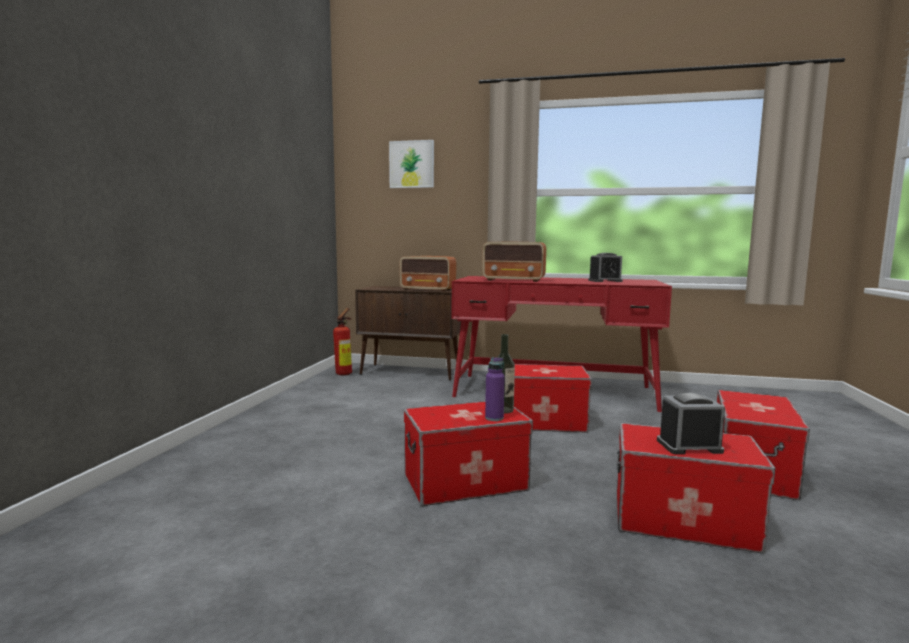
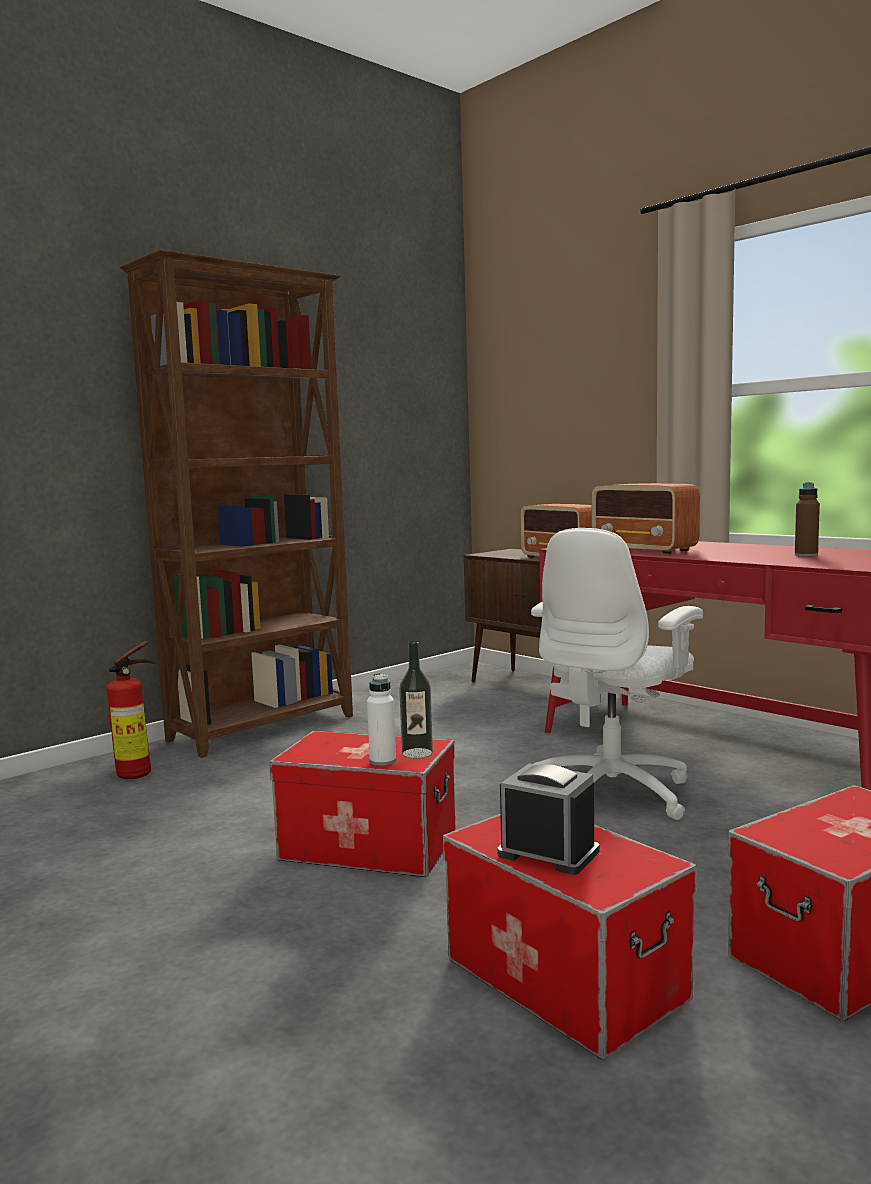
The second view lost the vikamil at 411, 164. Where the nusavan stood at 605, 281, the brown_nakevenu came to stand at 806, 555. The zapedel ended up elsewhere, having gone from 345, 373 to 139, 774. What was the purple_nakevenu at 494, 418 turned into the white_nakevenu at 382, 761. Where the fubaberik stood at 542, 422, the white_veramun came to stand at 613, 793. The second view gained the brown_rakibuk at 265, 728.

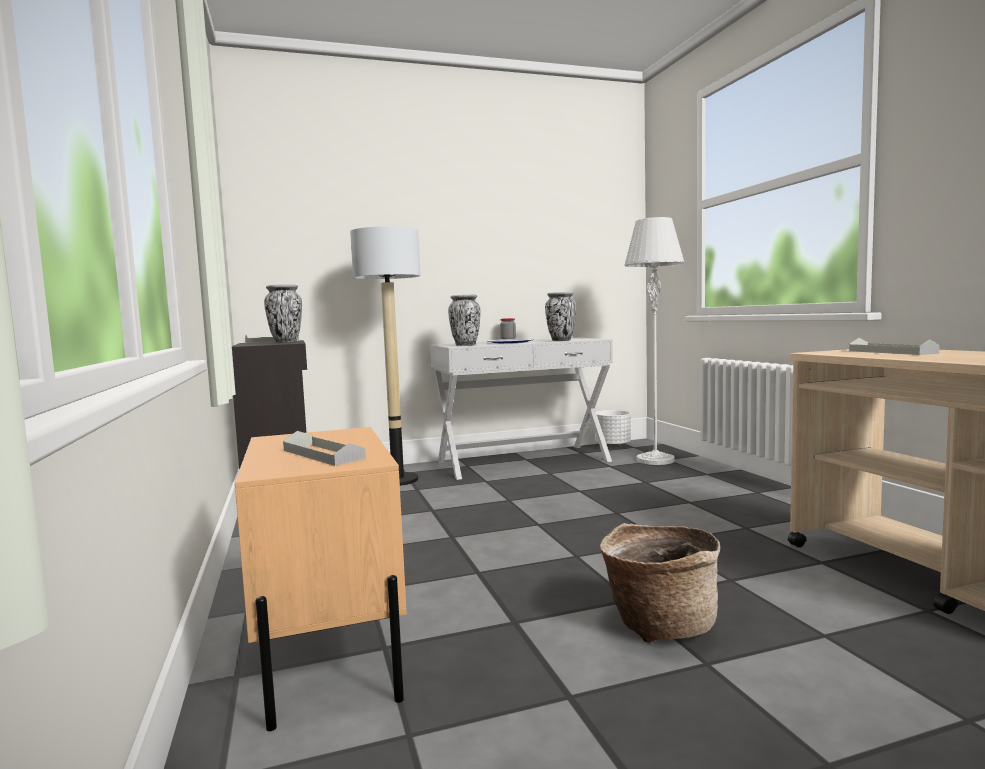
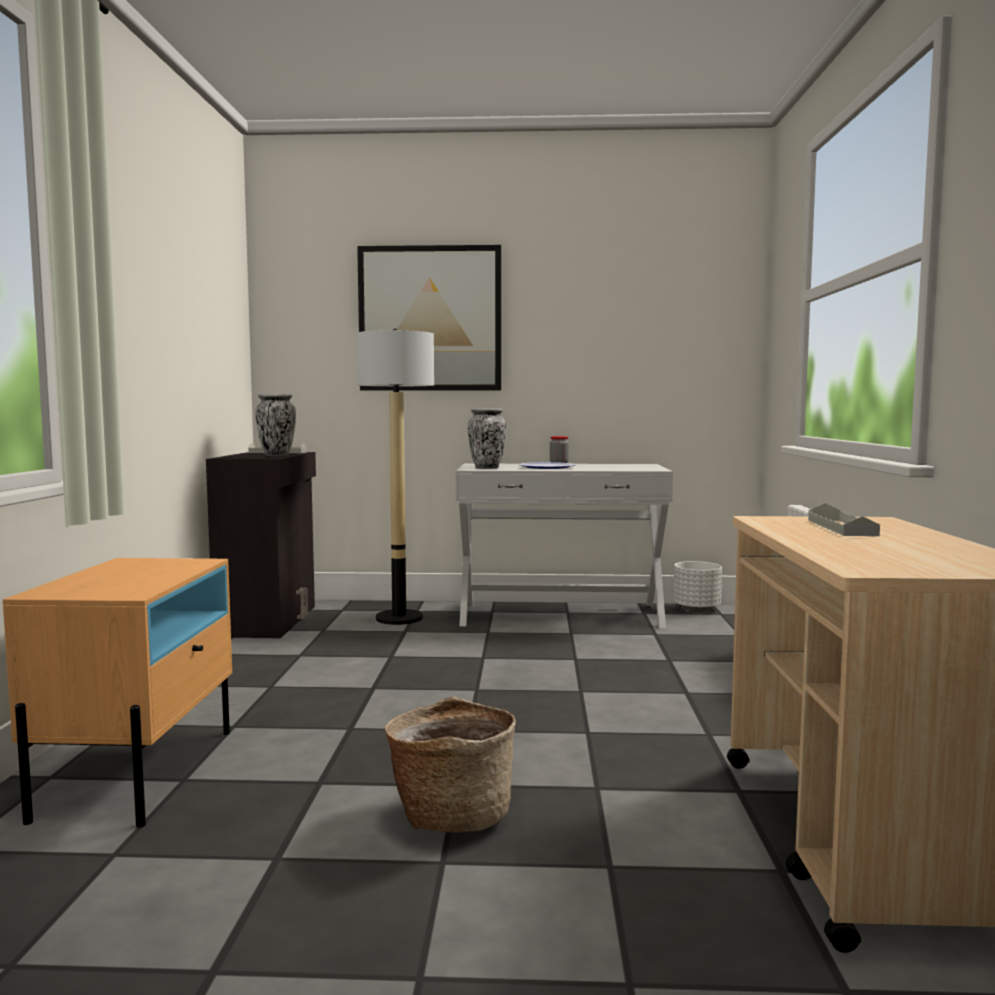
The second view lost the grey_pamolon at 655, 460. The second view lost the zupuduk at 561, 340. The second view lost the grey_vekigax at 323, 454. The second view gained the vikamil at 430, 319.

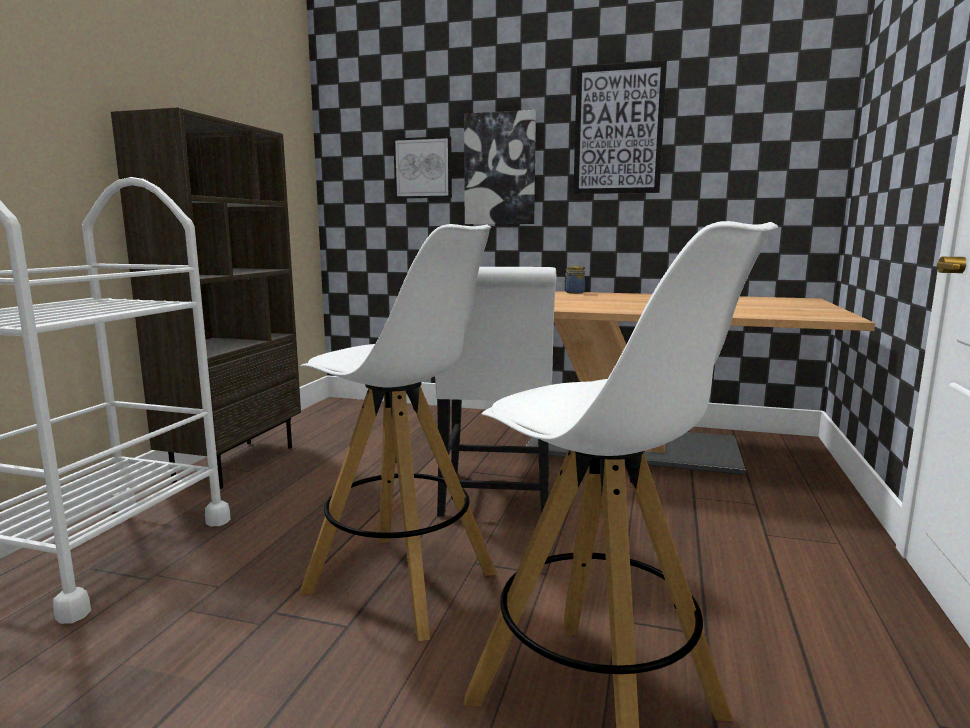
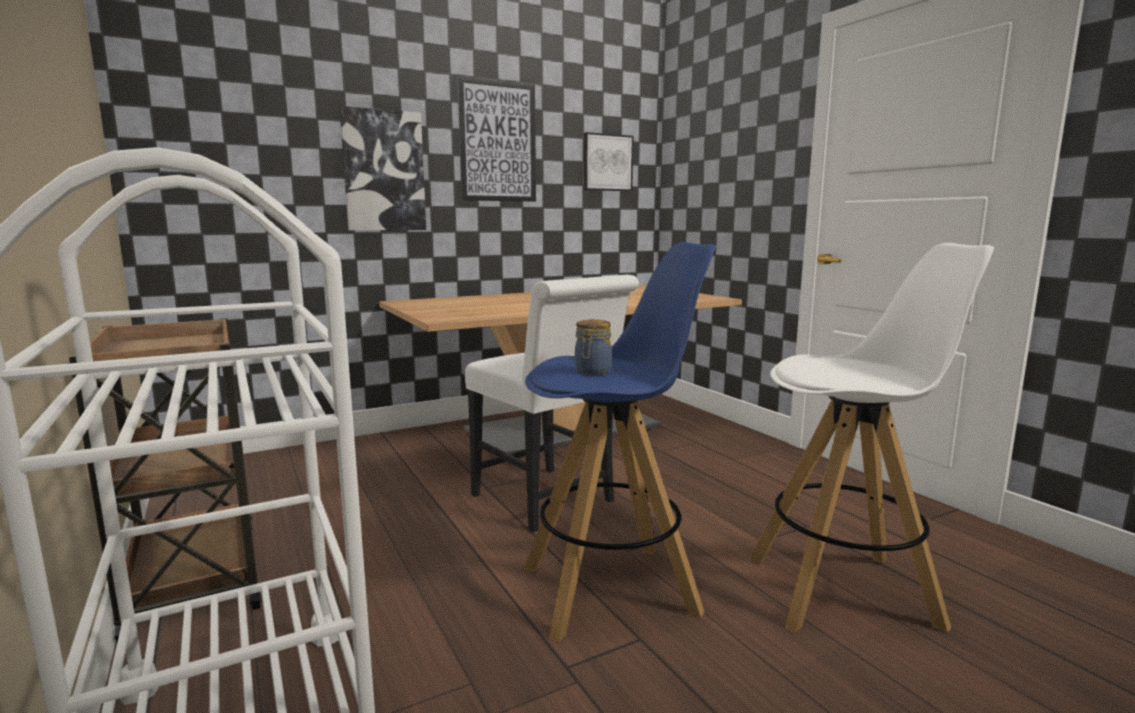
Where the brown_rakibuk stood at 235, 463, the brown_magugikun came to stand at 194, 577. The vikamil ended up elsewhere, having gone from 423, 168 to 607, 162. What was the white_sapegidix at 403, 583 turned into the blue_sapegidix at 611, 589. The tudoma ended up elsewhere, having gone from 574, 292 to 592, 371.

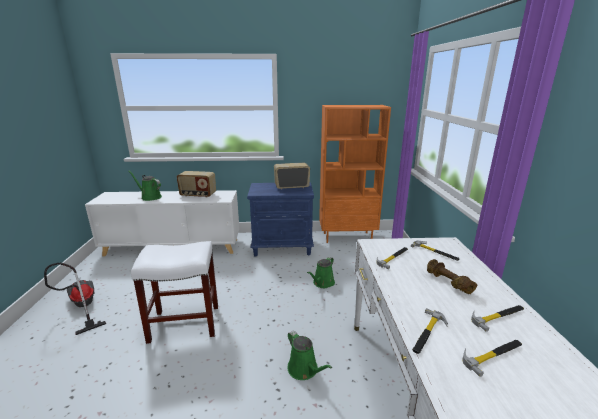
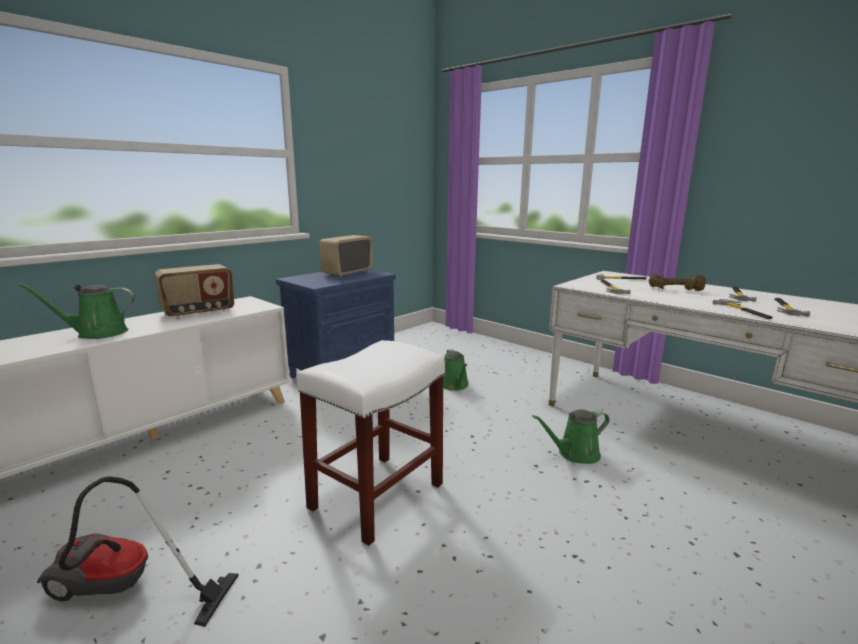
The second view lost the orange_rakibuk at 347, 237. The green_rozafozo at 304, 370 ended up facing another way, 150 degrees clockwise from before.

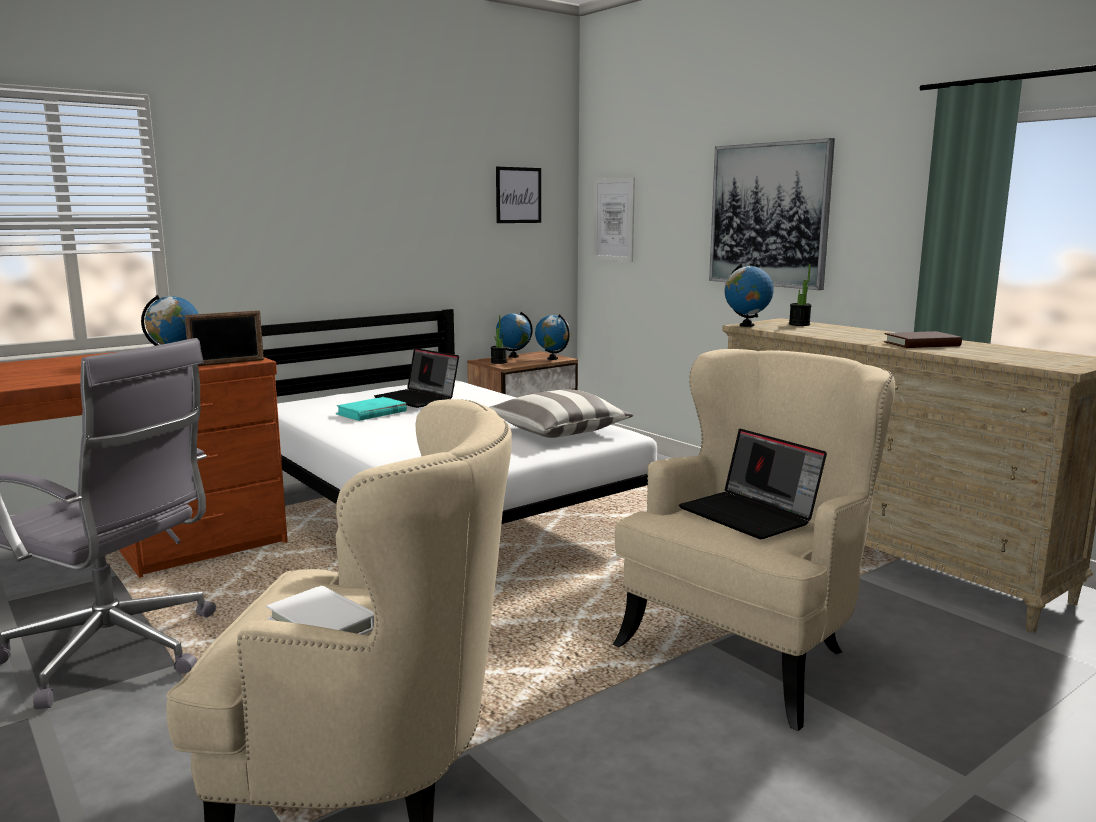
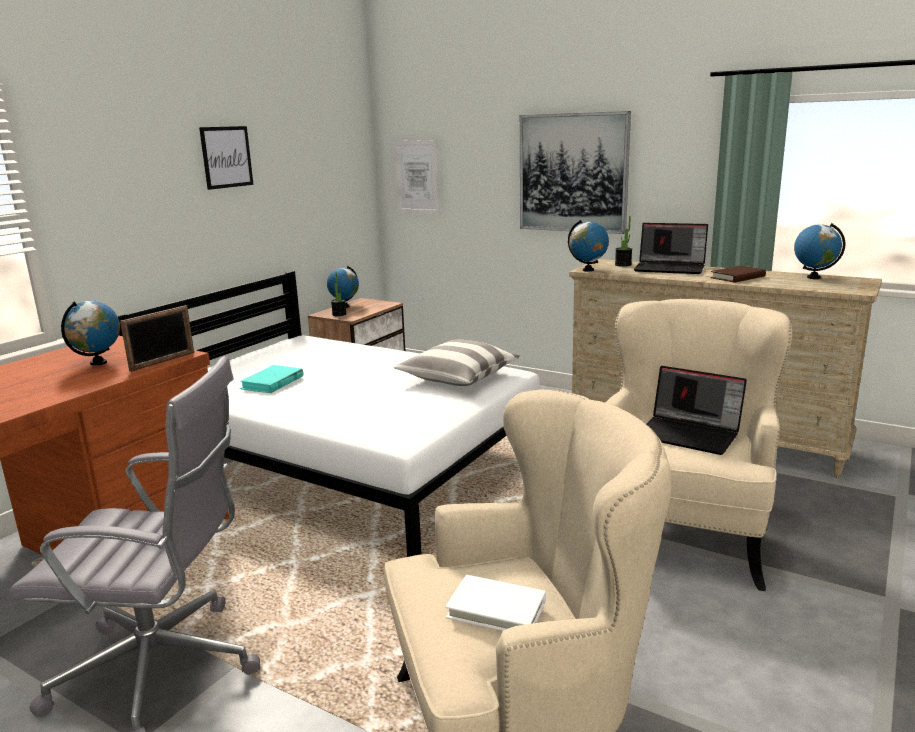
The vikamil ended up elsewhere, having gone from 518, 195 to 226, 157. The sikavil ended up elsewhere, having gone from 552, 358 to 813, 277. The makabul ended up elsewhere, having gone from 418, 399 to 671, 268.

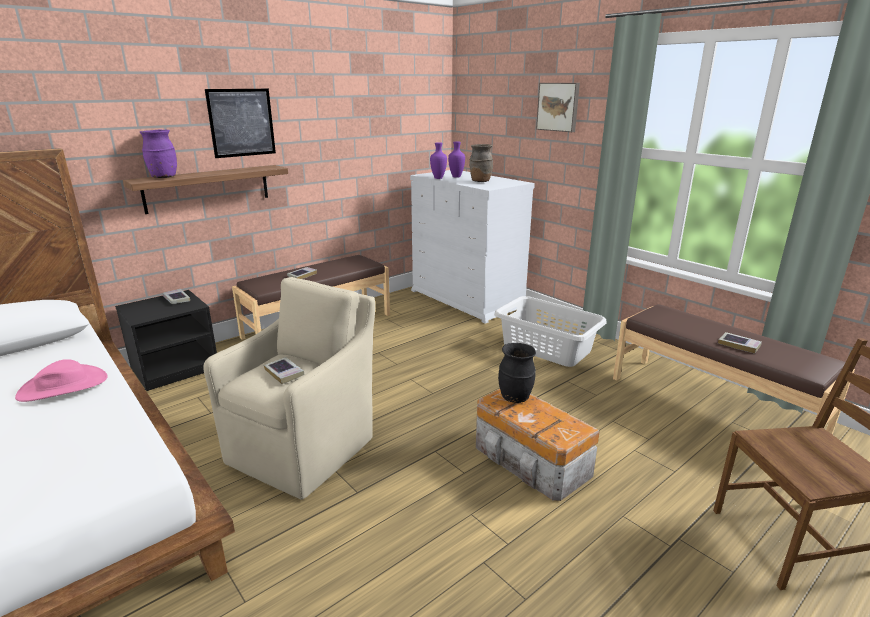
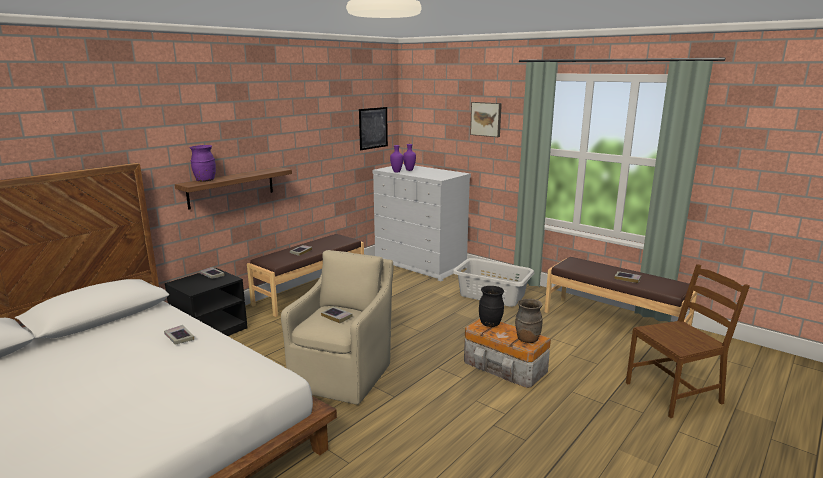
The vikamil ended up elsewhere, having gone from 241, 122 to 373, 128. The brown_zupuduk ended up elsewhere, having gone from 480, 181 to 527, 339. Where the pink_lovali stood at 63, 386, the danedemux came to stand at 179, 337.

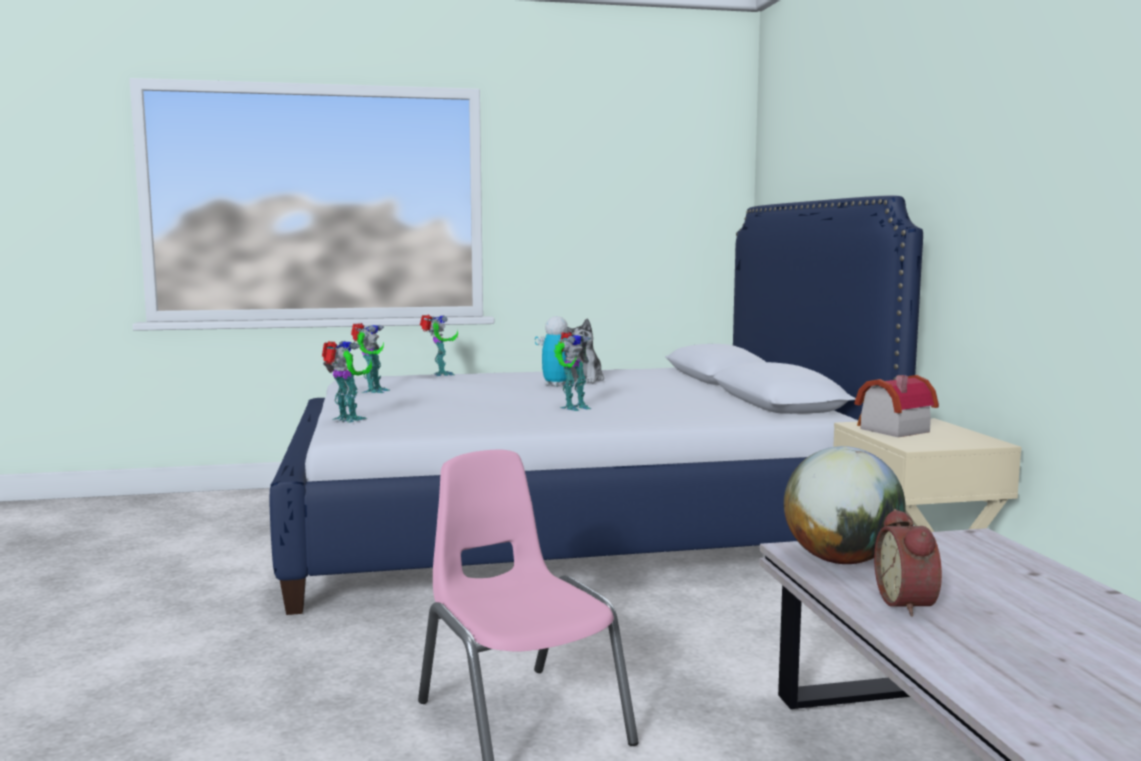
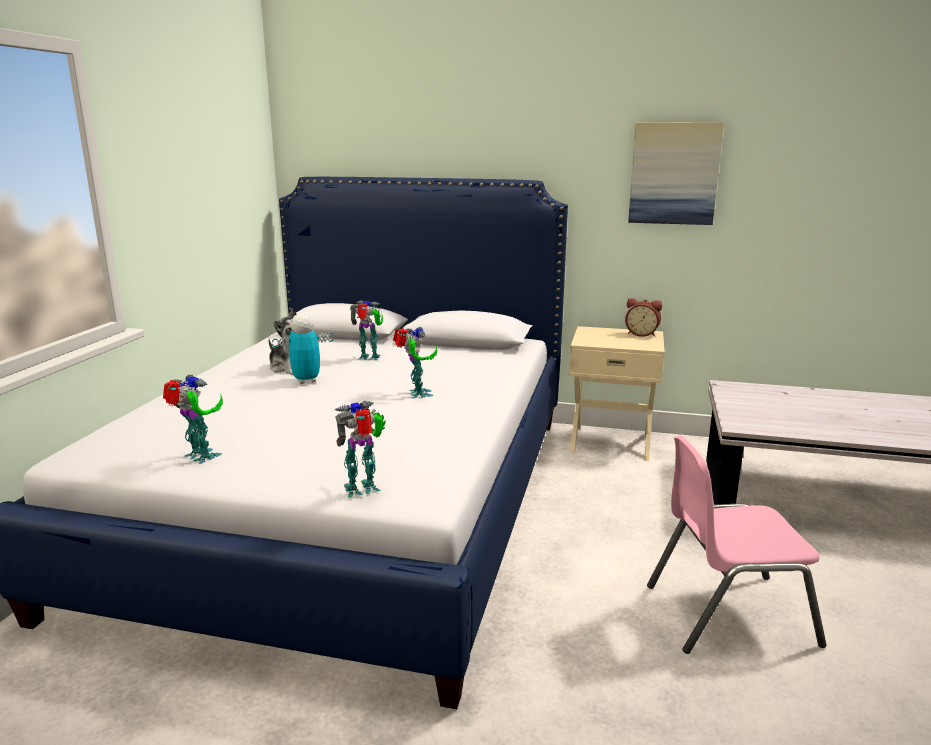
The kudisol ended up elsewhere, having gone from 440, 374 to 370, 358. The second view lost the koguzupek at 890, 430. The second view lost the sikavil at 841, 560. The nusavan ended up elsewhere, having gone from 909, 603 to 642, 334. The second view gained the vikamil at 674, 173.

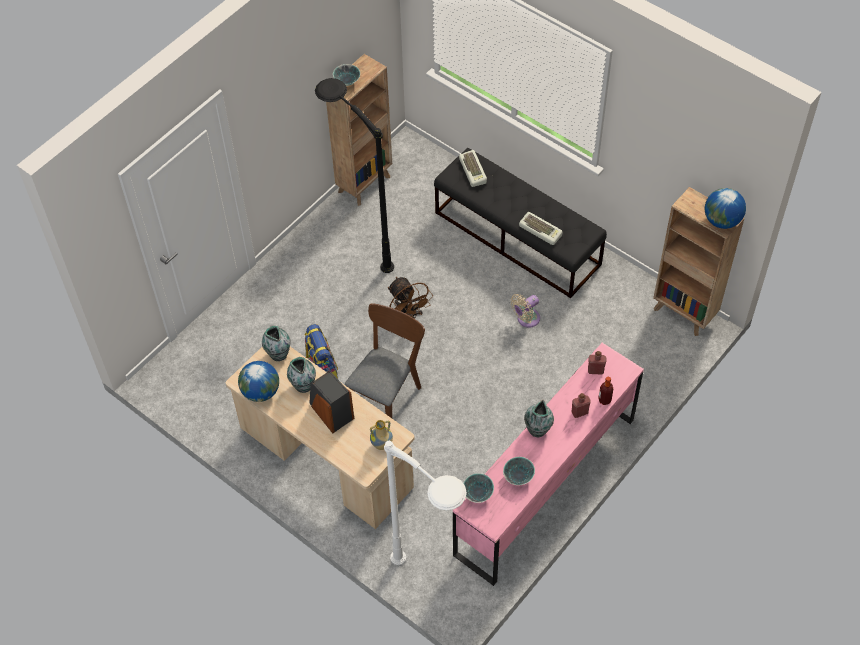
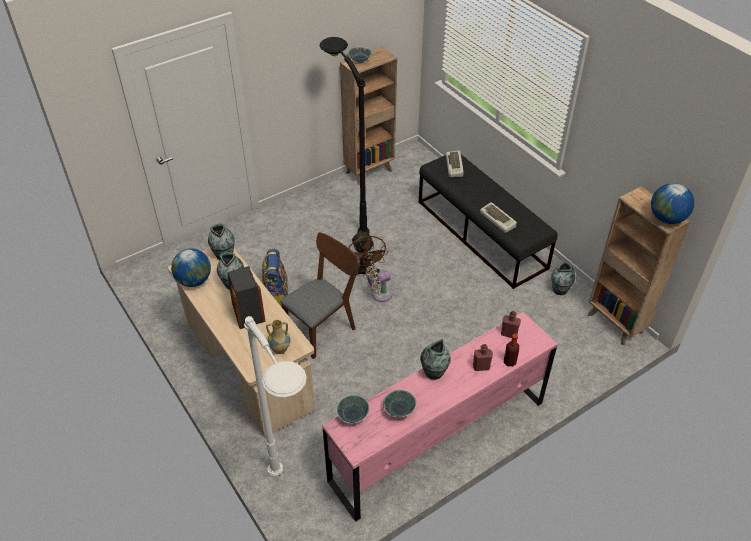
The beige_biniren ended up elsewhere, having gone from 526, 319 to 379, 294. The second view gained the zupuduk at 560, 290.

